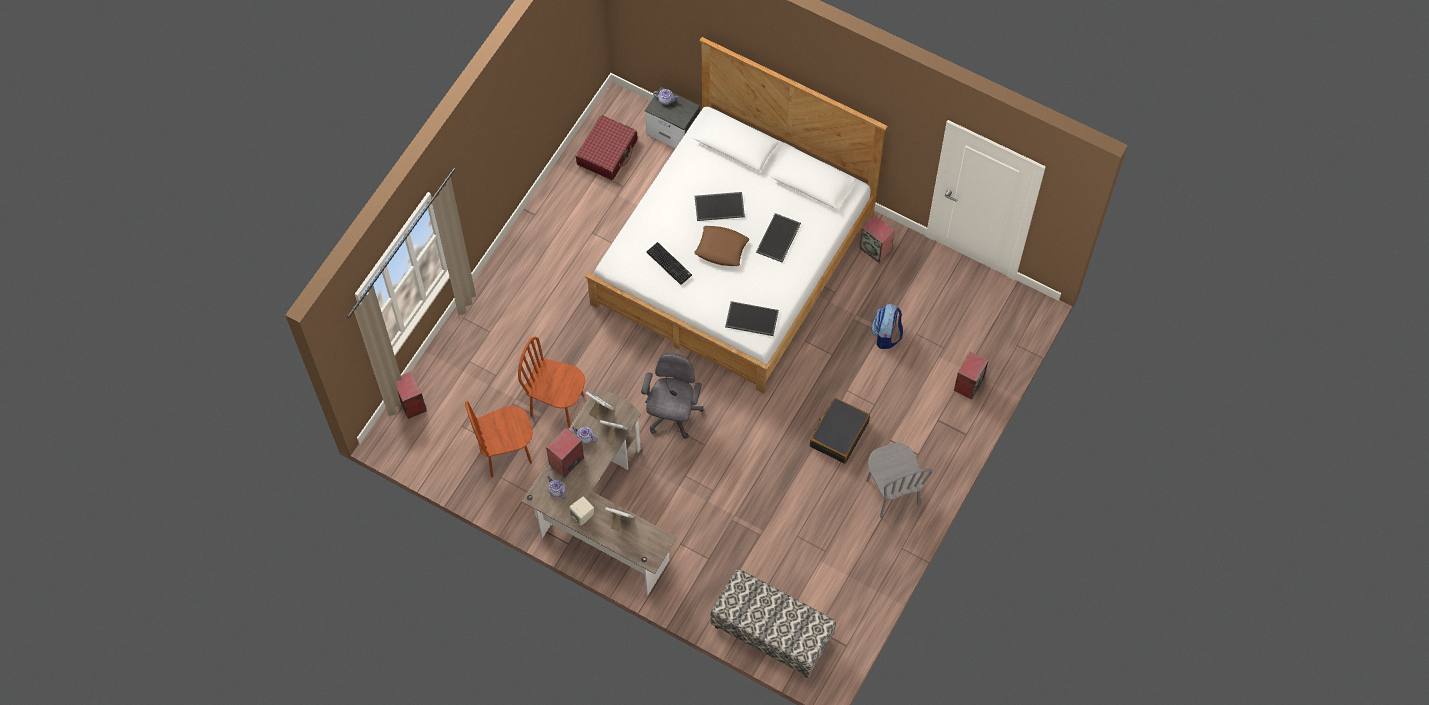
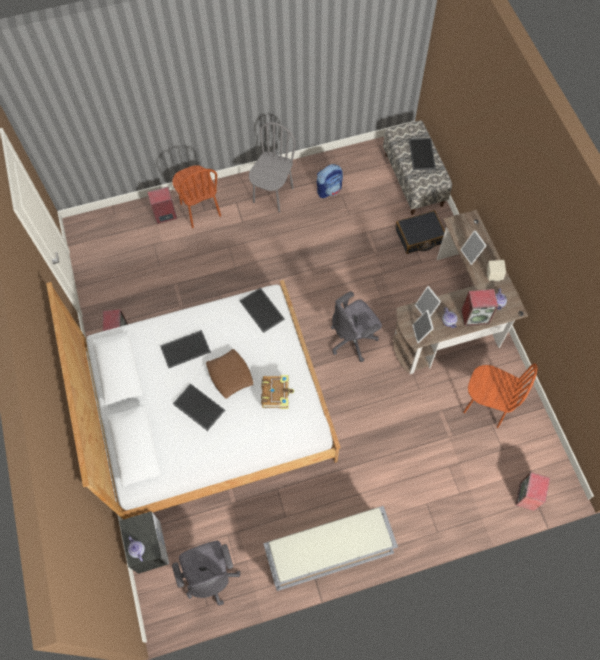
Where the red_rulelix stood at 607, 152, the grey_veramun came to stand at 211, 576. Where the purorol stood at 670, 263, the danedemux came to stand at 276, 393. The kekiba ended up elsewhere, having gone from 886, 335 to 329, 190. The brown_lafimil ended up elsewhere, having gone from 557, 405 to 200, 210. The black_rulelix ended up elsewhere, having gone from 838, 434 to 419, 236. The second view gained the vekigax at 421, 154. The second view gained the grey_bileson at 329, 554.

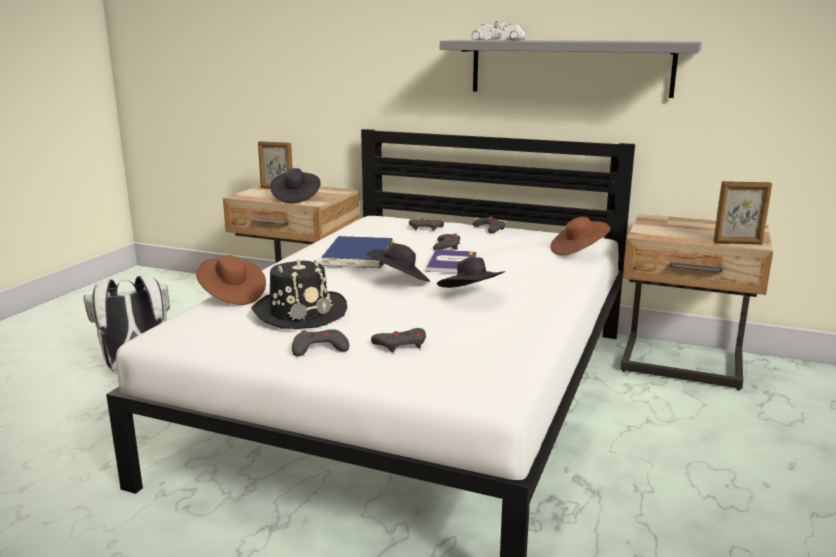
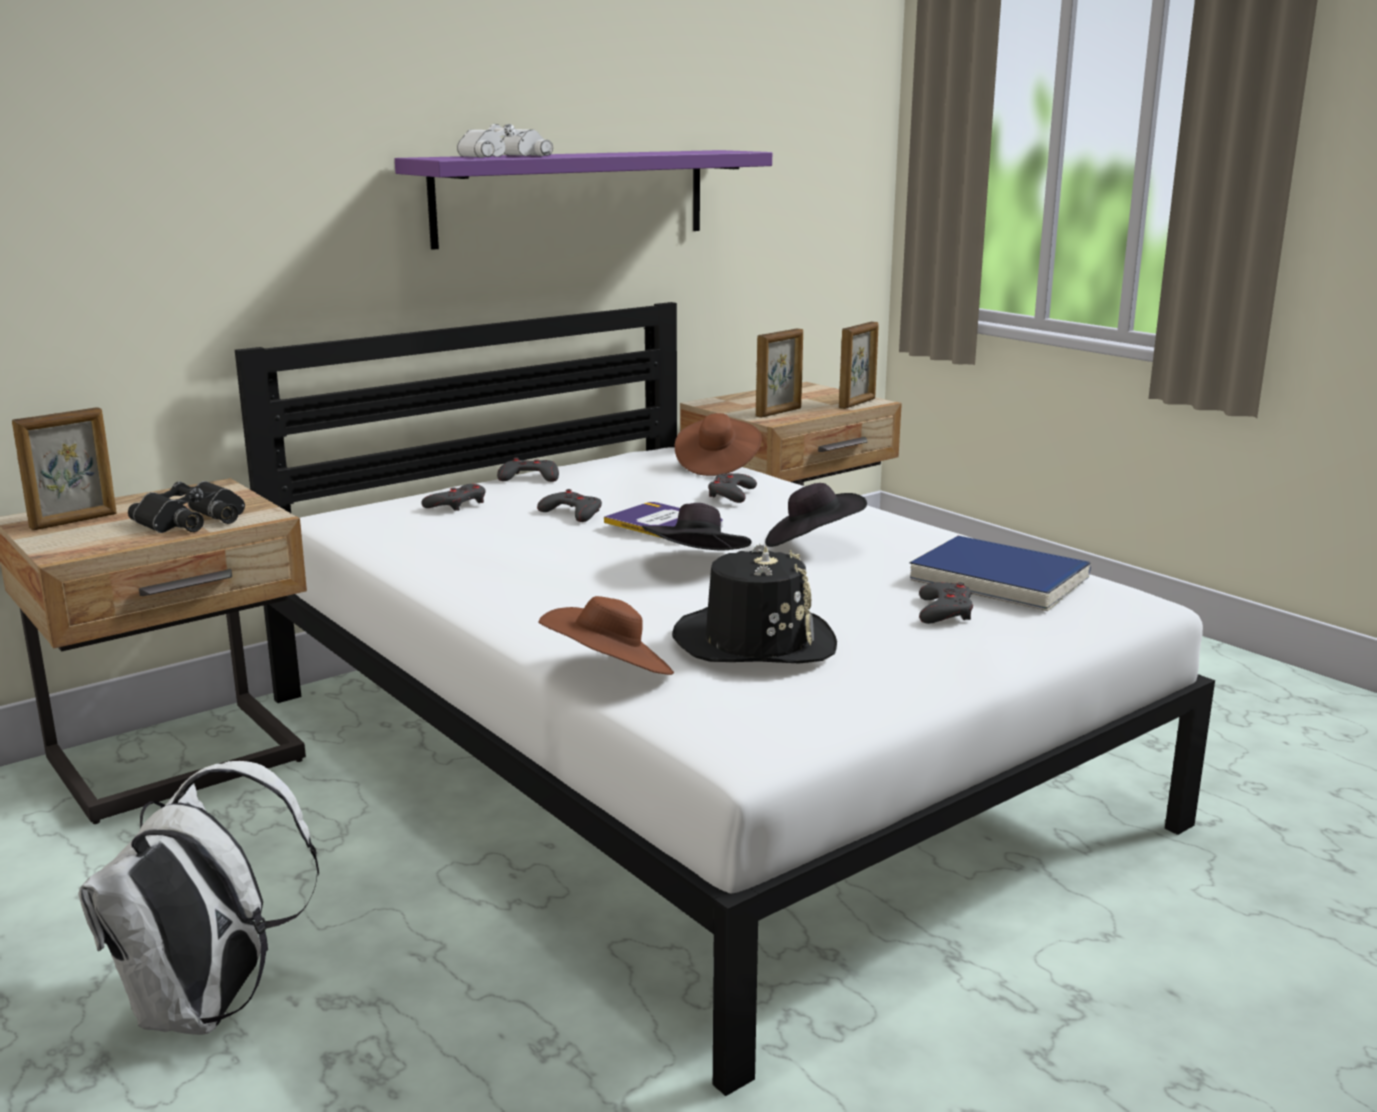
What was the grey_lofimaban at 570, 67 turned into the purple_lofimaban at 572, 196. Where the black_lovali stood at 295, 198, the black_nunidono came to stand at 193, 520. The blue_danedemux ended up elsewhere, having gone from 359, 256 to 999, 580. The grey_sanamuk ended up elsewhere, having gone from 319, 348 to 731, 494. The second view gained the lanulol at 779, 412.

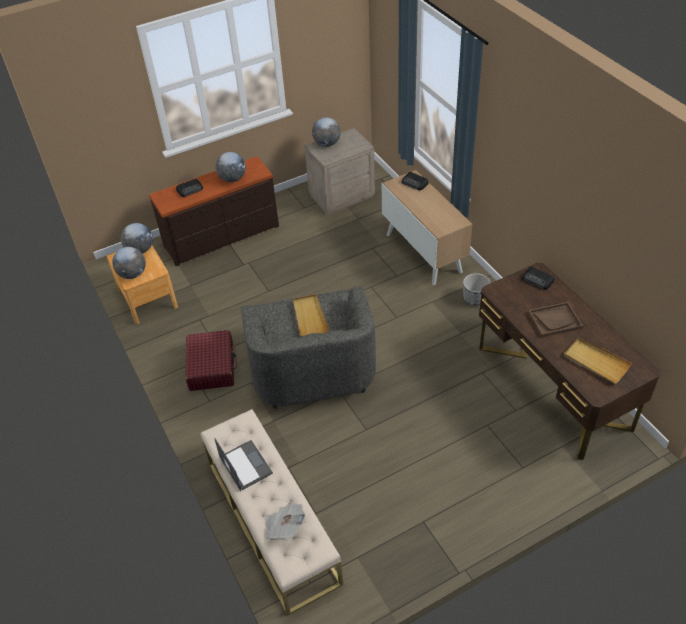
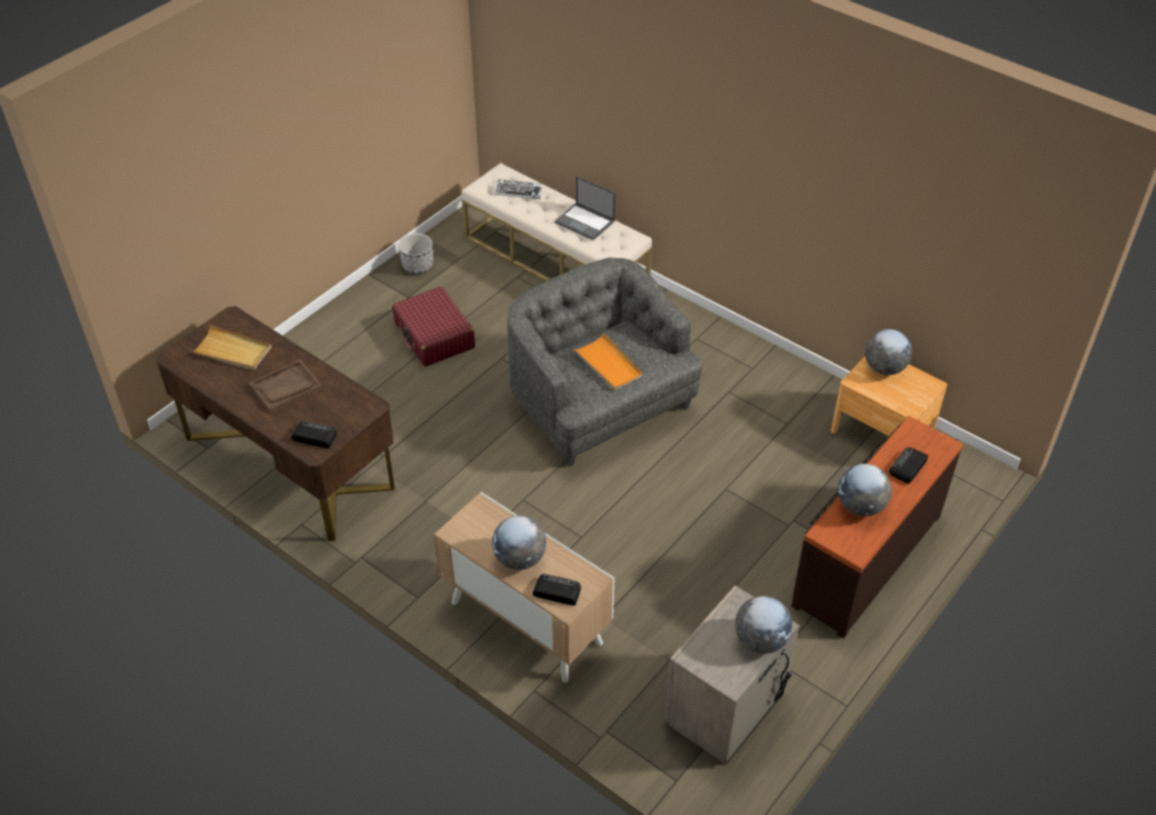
The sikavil ended up elsewhere, having gone from 140, 250 to 520, 559. The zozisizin ended up elsewhere, having gone from 475, 298 to 418, 266. What was the beige_vekigax at 309, 316 turned into the orange_vekigax at 608, 364. The red_rulelix ended up elsewhere, having gone from 211, 366 to 434, 336. Where the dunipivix stood at 284, 527, the purorol came to stand at 519, 191.

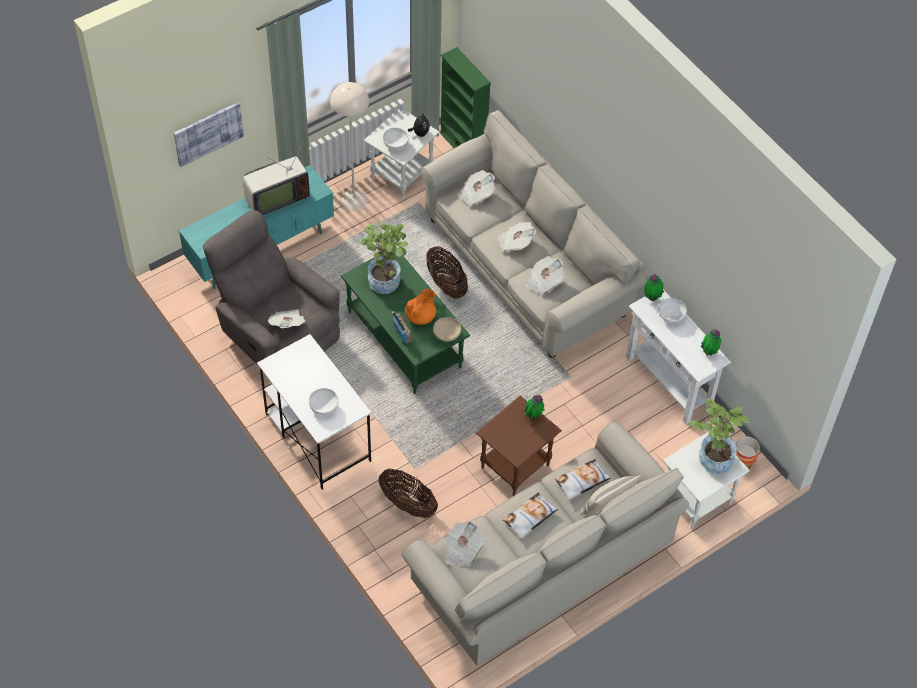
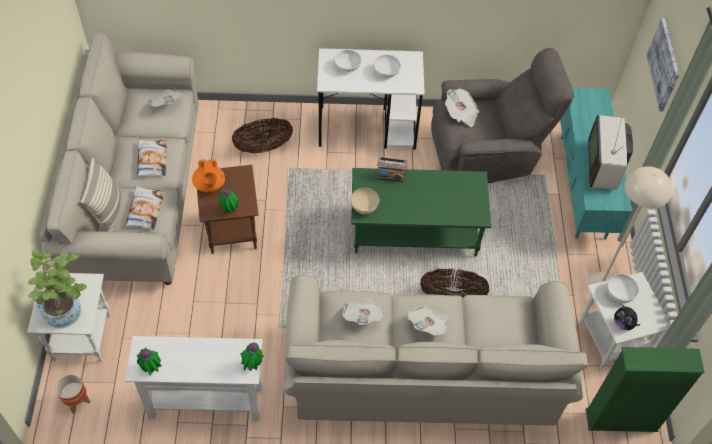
The second view lost the dunipivix at 475, 194. The second view lost the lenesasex at 385, 277. The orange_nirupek ended up elsewhere, having gone from 421, 316 to 209, 185. The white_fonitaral ended up elsewhere, having gone from 670, 316 to 386, 72.

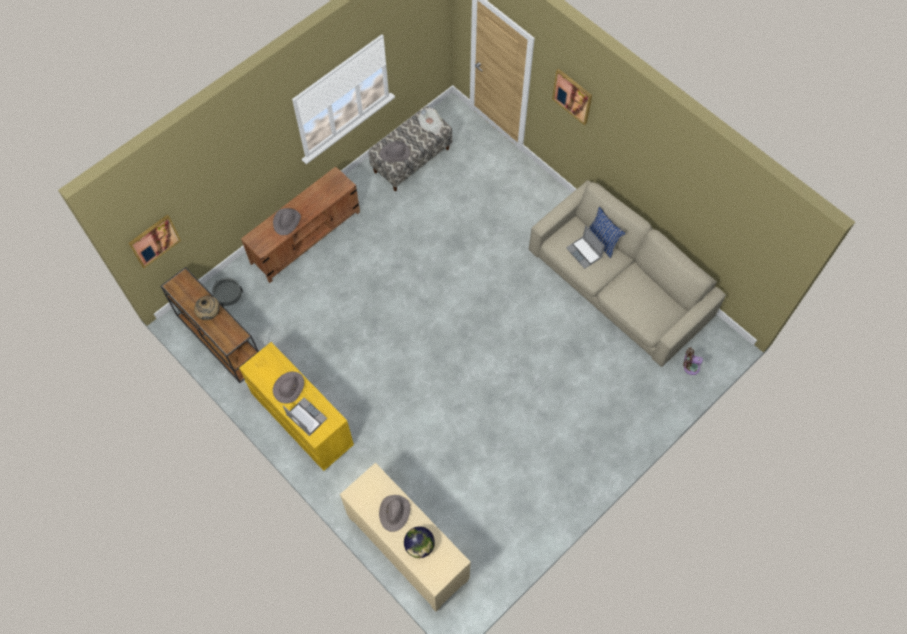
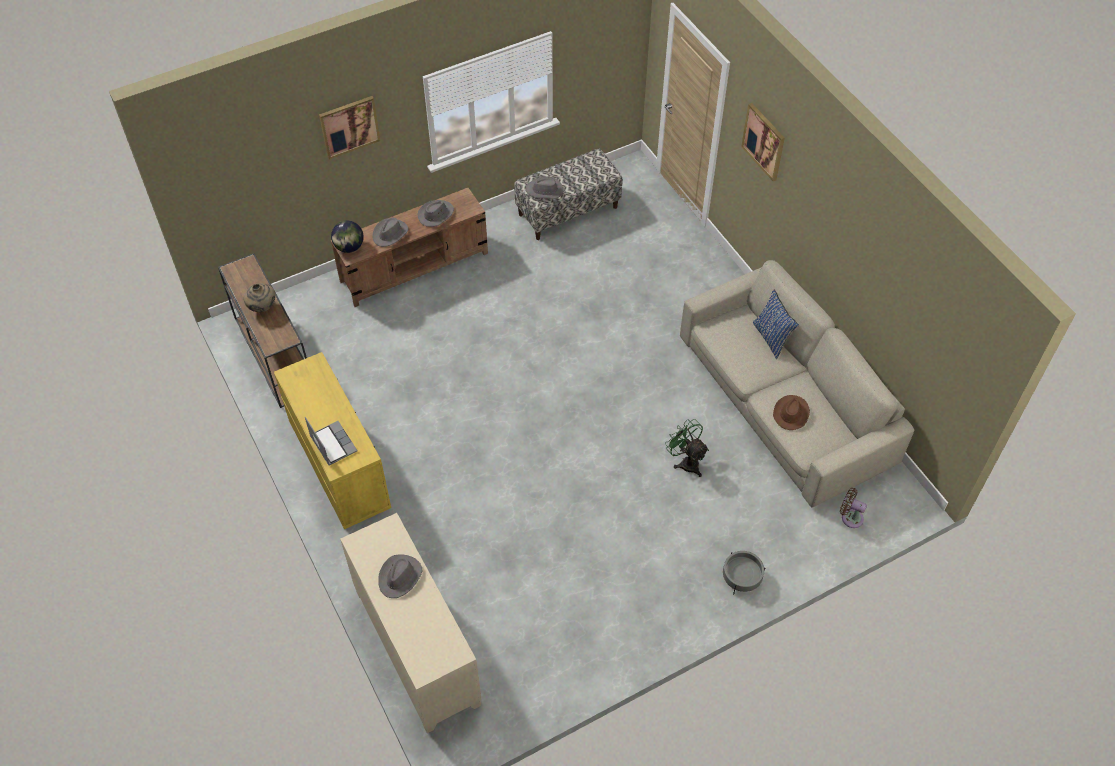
The second view lost the dunipivix at 431, 125. The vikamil ended up elsewhere, having gone from 154, 240 to 349, 126. The second view lost the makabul at 584, 253. The grey_zozisizin ended up elsewhere, having gone from 228, 296 to 741, 577. The grey_lovali ended up elsewhere, having gone from 289, 388 to 436, 214. The sikavil ended up elsewhere, having gone from 419, 546 to 349, 247. The second view gained the brown_lovali at 791, 413. The second view gained the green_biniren at 686, 462.

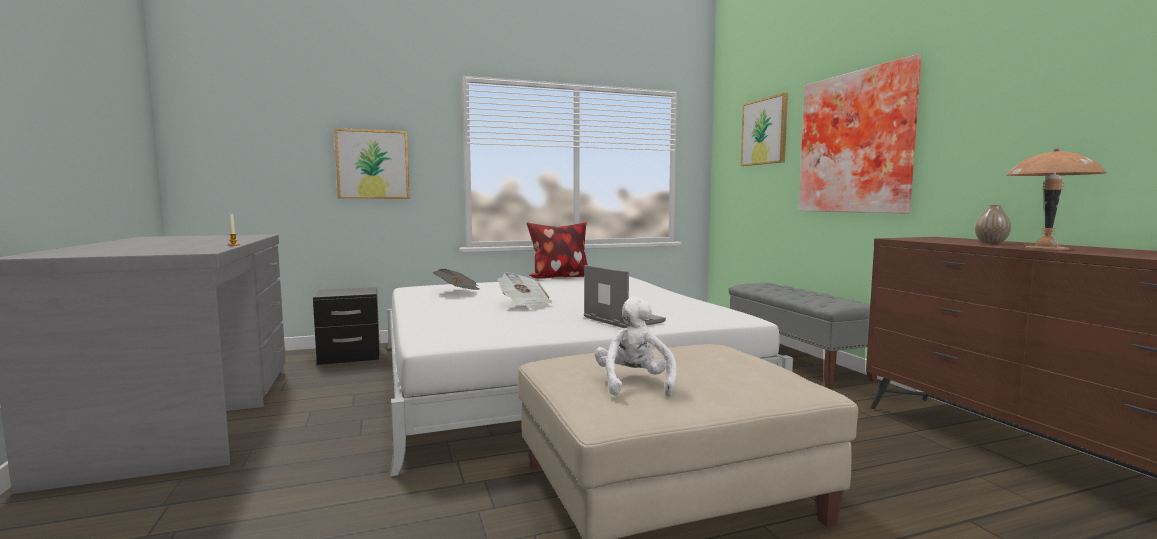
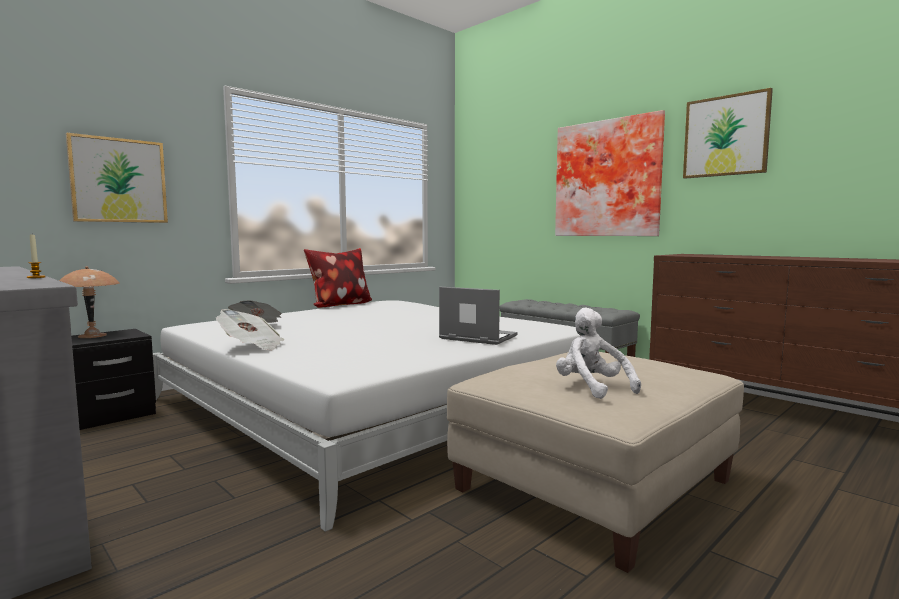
The vikamil ended up elsewhere, having gone from 764, 131 to 726, 136. The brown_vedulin ended up elsewhere, having gone from 1047, 248 to 93, 336. The second view lost the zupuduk at 991, 243. The dunipivix ended up elsewhere, having gone from 525, 305 to 252, 346.

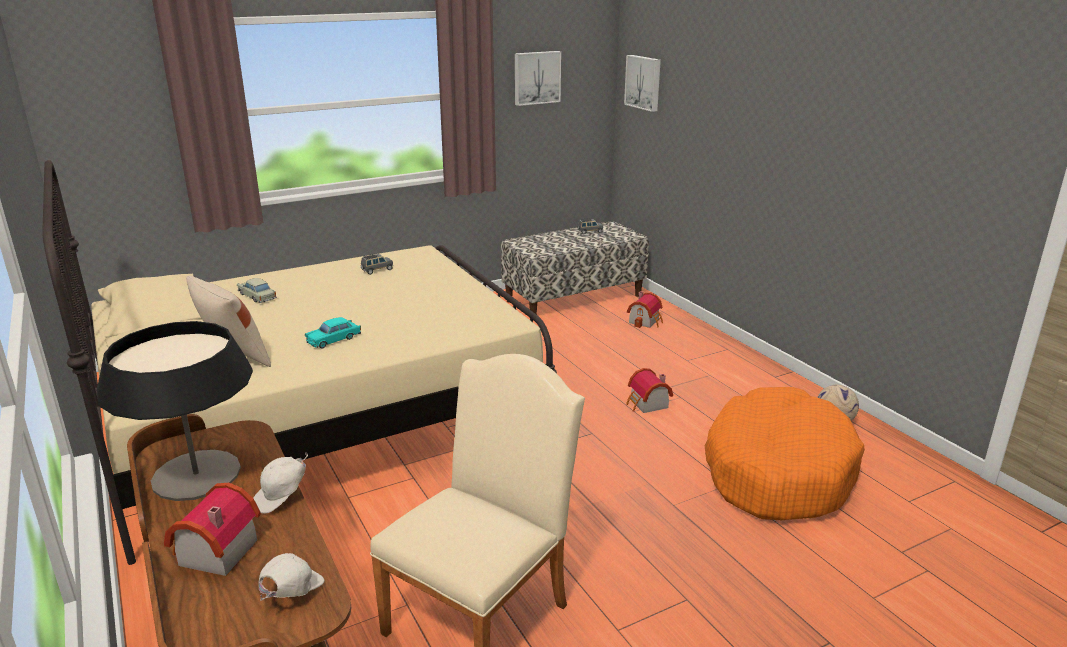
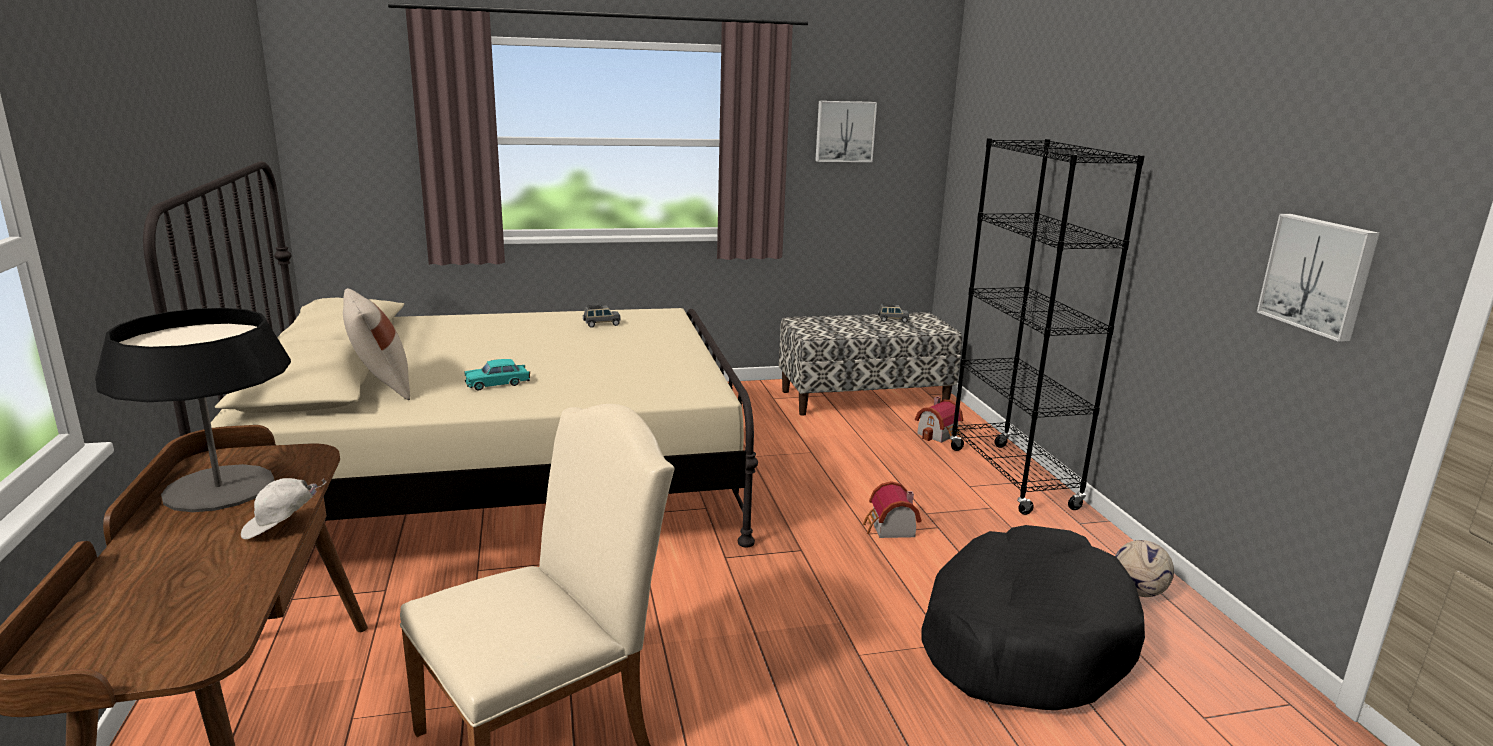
The vikamil ended up elsewhere, having gone from 644, 82 to 1319, 275. The second view lost the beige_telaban at 257, 296. What was the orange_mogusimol at 777, 471 turned into the black_mogusimol at 1023, 640. The second view lost the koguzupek at 213, 553. The second view lost the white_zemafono at 291, 594. The second view gained the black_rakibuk at 1012, 478.

